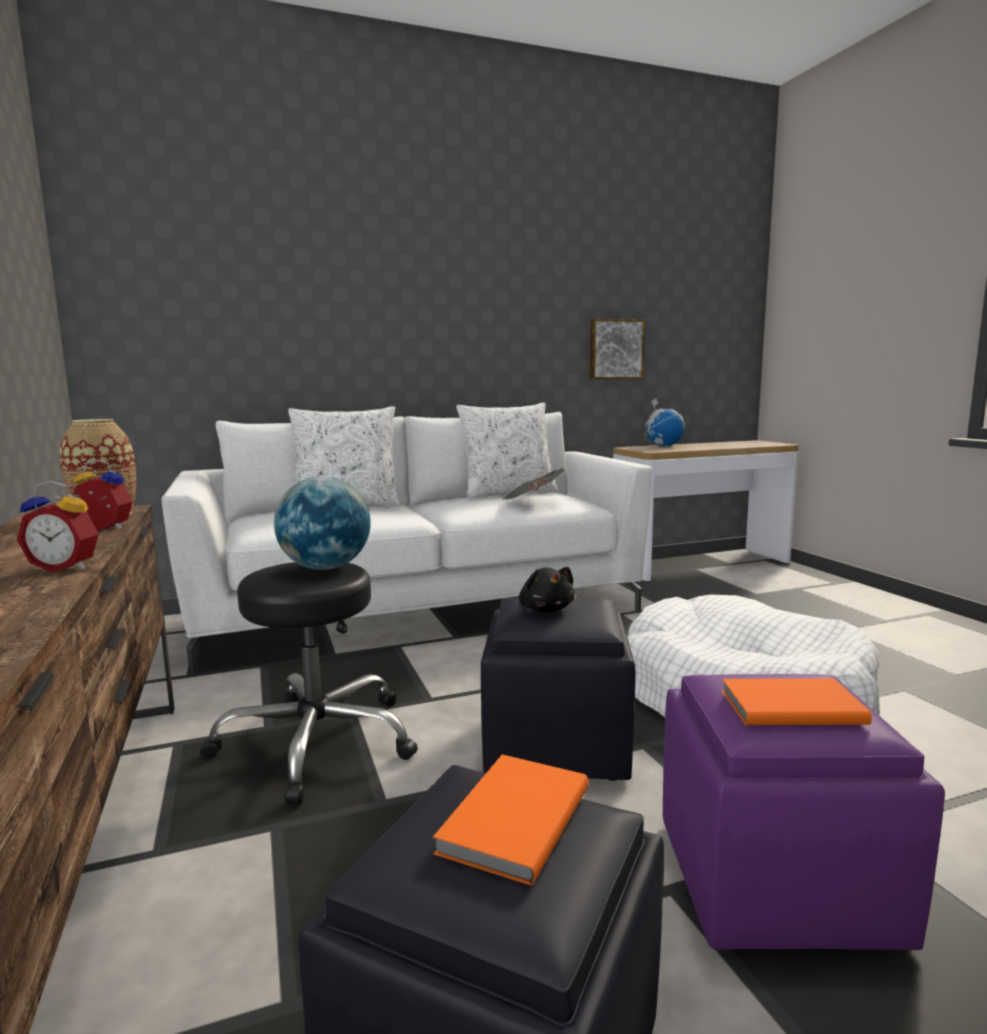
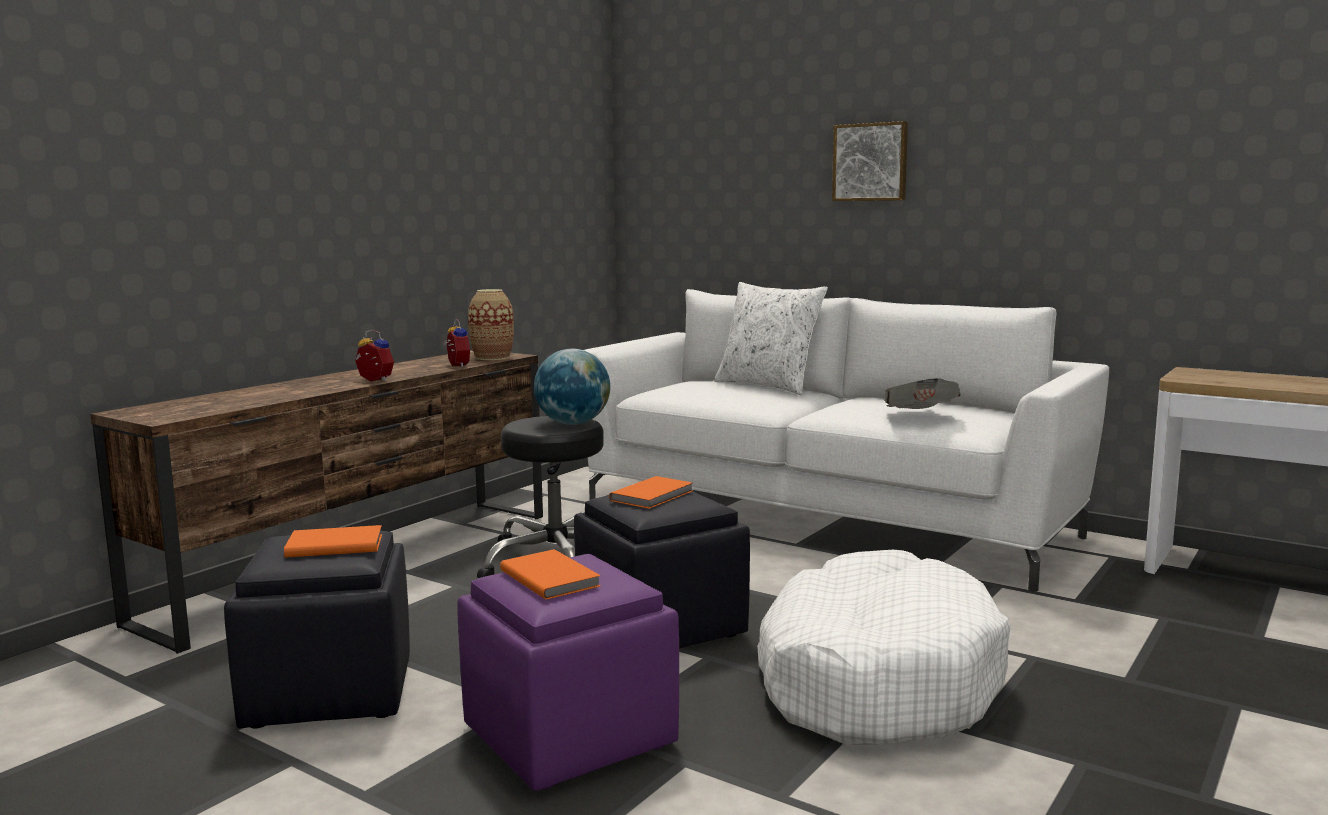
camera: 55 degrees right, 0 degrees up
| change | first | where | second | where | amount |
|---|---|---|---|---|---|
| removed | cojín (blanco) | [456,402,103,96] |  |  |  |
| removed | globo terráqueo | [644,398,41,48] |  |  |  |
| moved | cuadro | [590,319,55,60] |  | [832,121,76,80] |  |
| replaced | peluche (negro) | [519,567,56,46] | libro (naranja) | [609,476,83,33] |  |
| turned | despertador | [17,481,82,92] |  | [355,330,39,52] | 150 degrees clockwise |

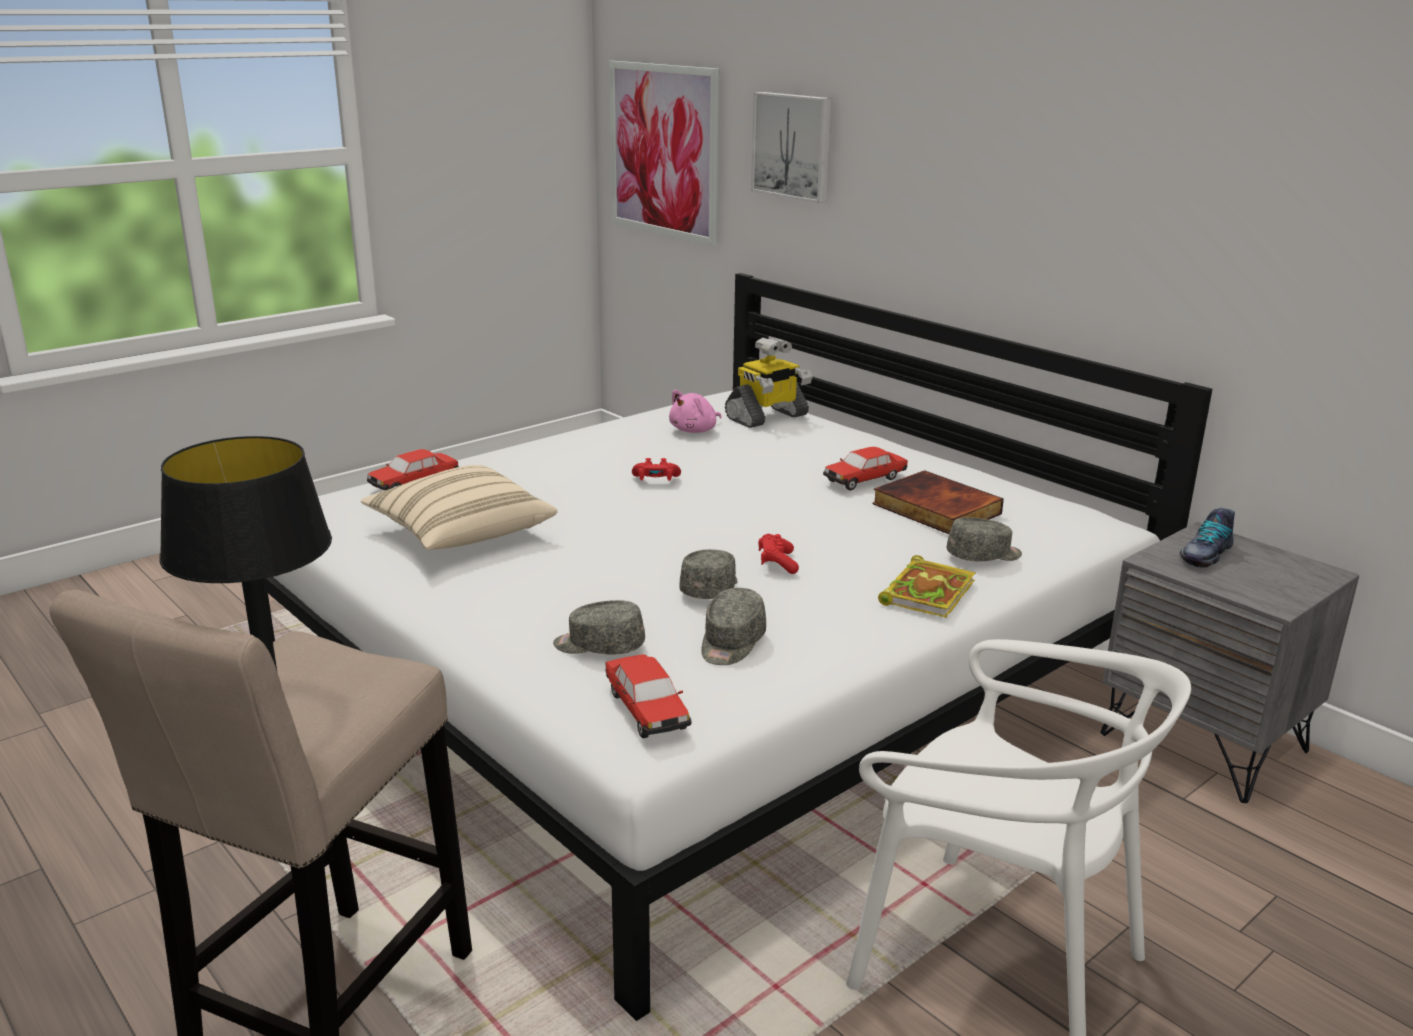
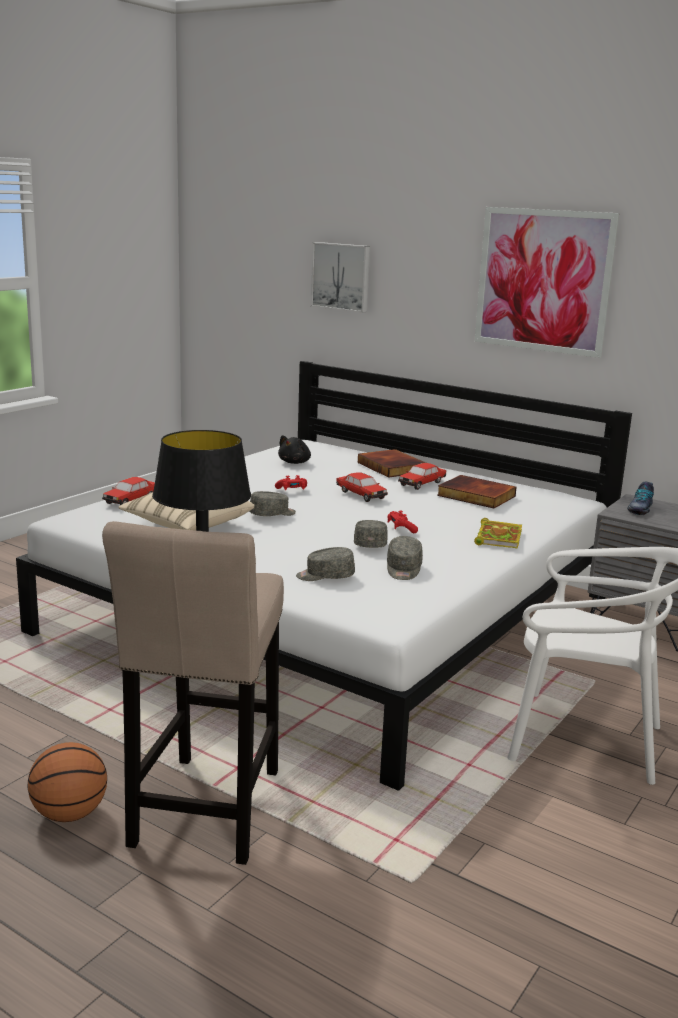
camera: 15 degrees left, 5 degrees down
| change | first | where | second | where | amount |
|---|---|---|---|---|---|
| removed | robot de juguete | [725,336,87,92] |  |  |  |
| added |  |  | balón de baloncesto | [27,742,80,80] |  |
| added |  |  | libro | [358,449,68,29] |  |
| moved | coche de juguete | [605,654,86,84] |  | [336,472,52,30] |  |
| moved | cuadro | [609,61,110,185] |  | [475,207,144,151] |  |
| moved | gorra (gris) | [946,517,76,45] |  | [249,491,47,25] |  |
| recoloured | peluche (rosa) | [669,390,52,43] | peluche (negro) | [278,435,33,29] |  |

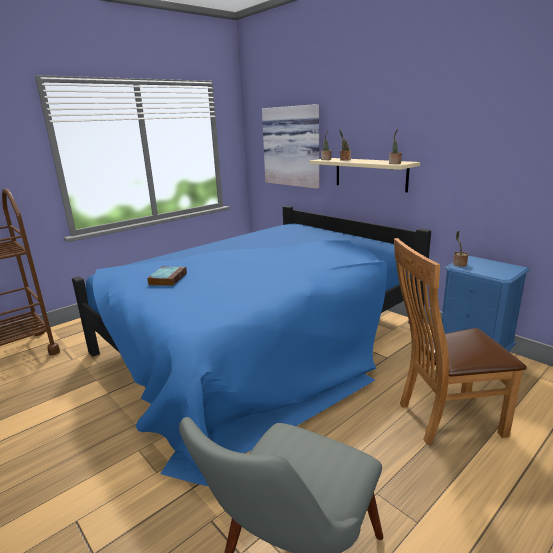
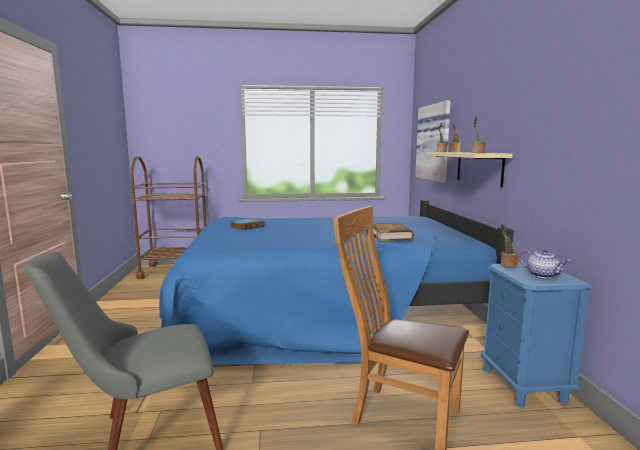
camera: 35 degrees right, 10 degrees down
| change | first | where | second | where | amount |
|---|---|---|---|---|---|
| added |  |  | libro | [373,223,41,18] |  |
| added |  |  | tetera | [520,249,50,29] |  |

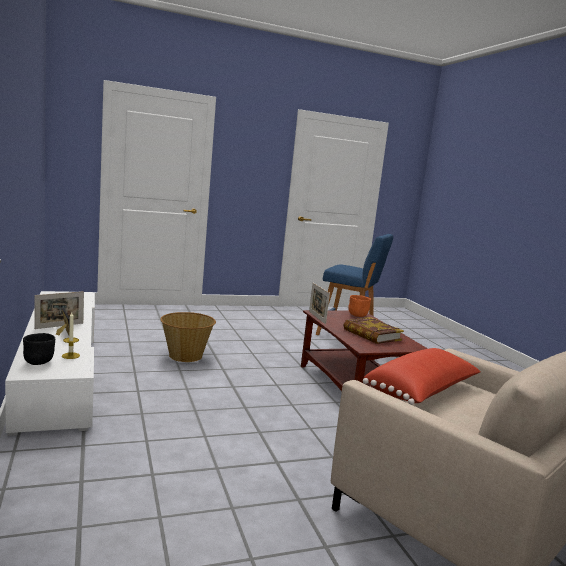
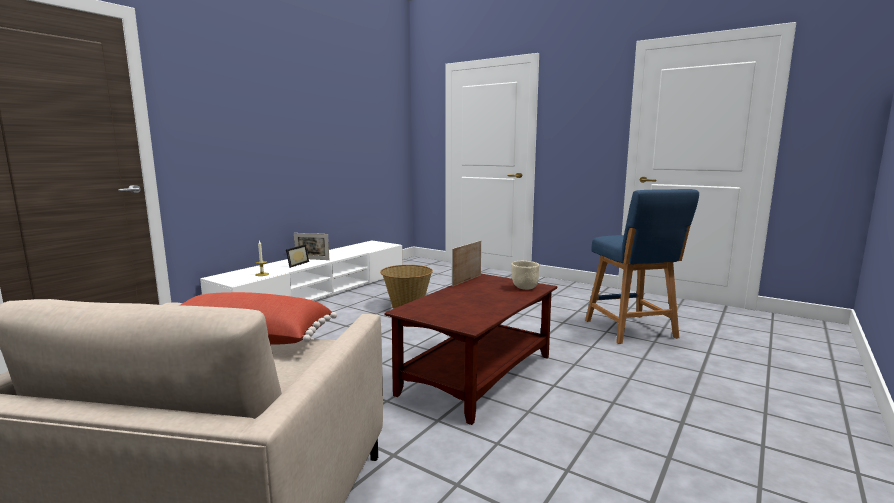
camera: 55 degrees right, 0 degrees up
| change | first | where | second | where | amount |
|---|---|---|---|---|---|
| removed | cuenco (negro) | [23,333,32,32] |  |  |  |
| removed | libro | [344,317,60,27] |  |  |  |
| recoloured | cuenco (naranja) | [348,295,23,22] | cuenco (beis) | [511,261,28,29] |  |

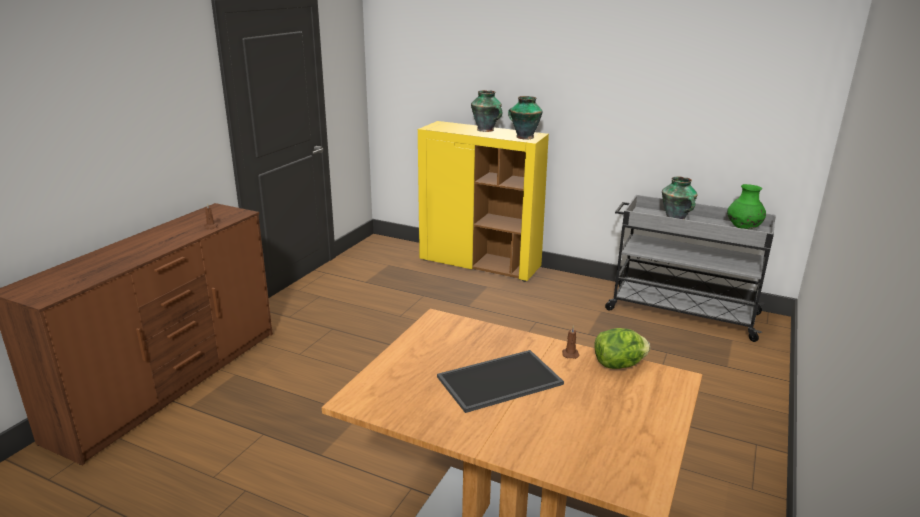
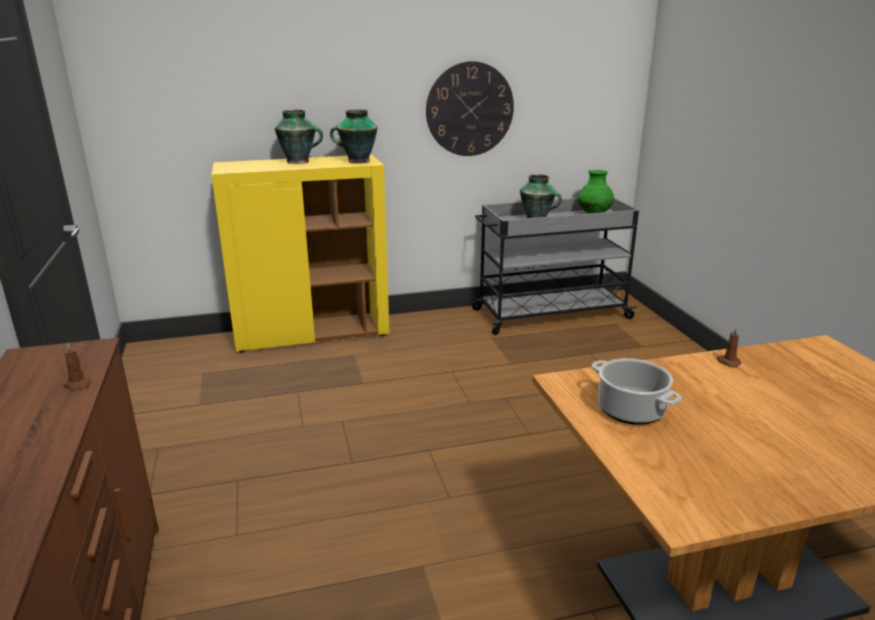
camera: 40 degrees left, 0 degrees up
| change | first | where | second | where | amount |
|---|---|---|---|---|---|
| removed | bandeja | [437,350,127,63] |  |  |  |
| removed | lechuga | [595,328,55,41] |  |  |  |
| added |  |  | reloj de pared | [426,61,88,95] |  |
| added |  |  | olla | [592,358,90,67] |  |

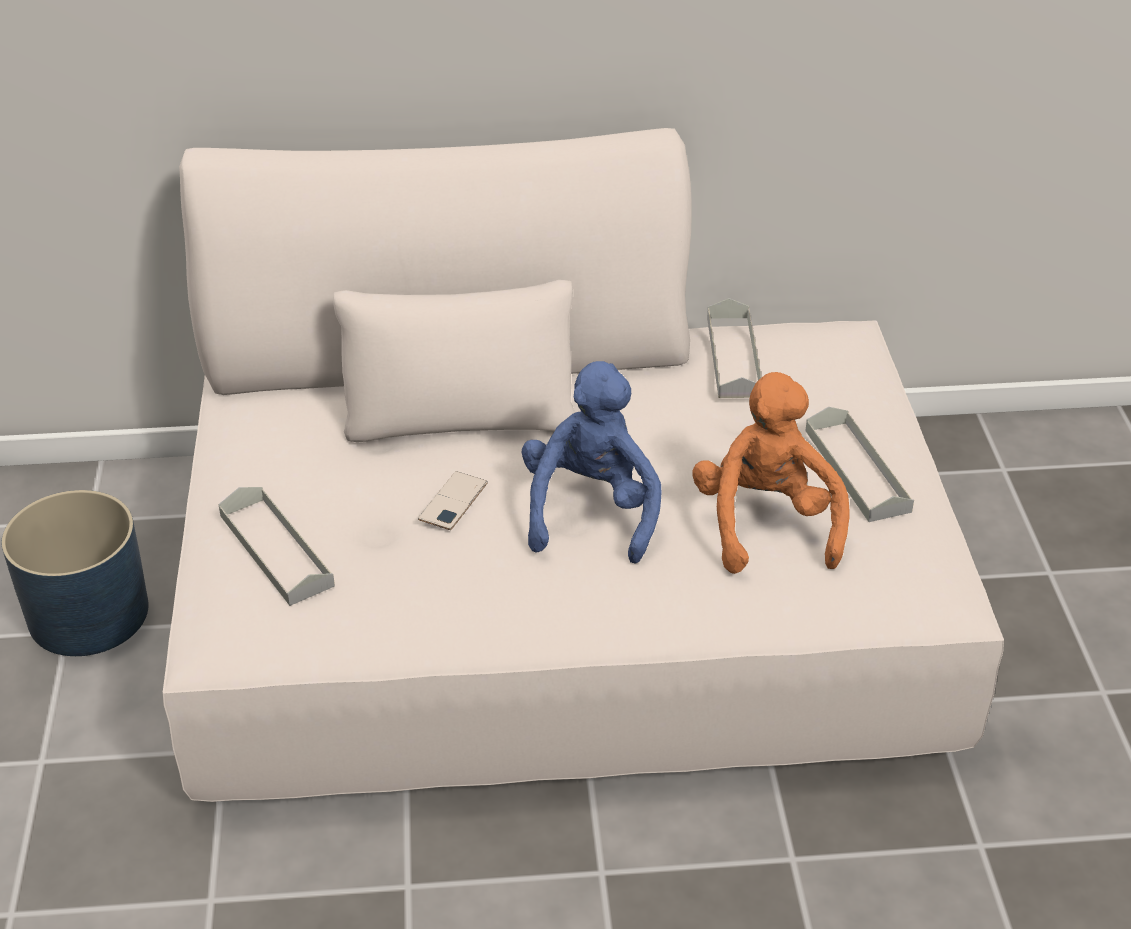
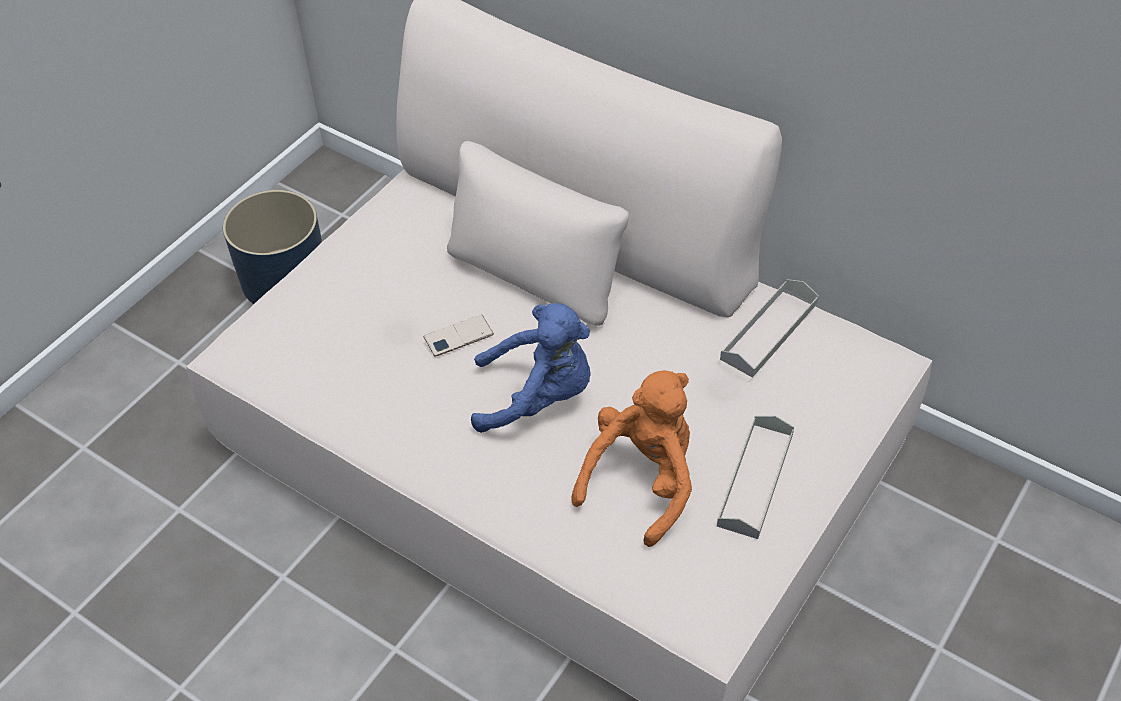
camera: 40 degrees right, 10 degrees up
| change | first | where | second | where | amount |
|---|---|---|---|---|---|
| removed | bandeja (gris) | [218,487,117,119] |  |  |  |
| turned | peluche (azul) | [521,361,141,203] |  | [471,303,119,130] | 45 degrees clockwise |

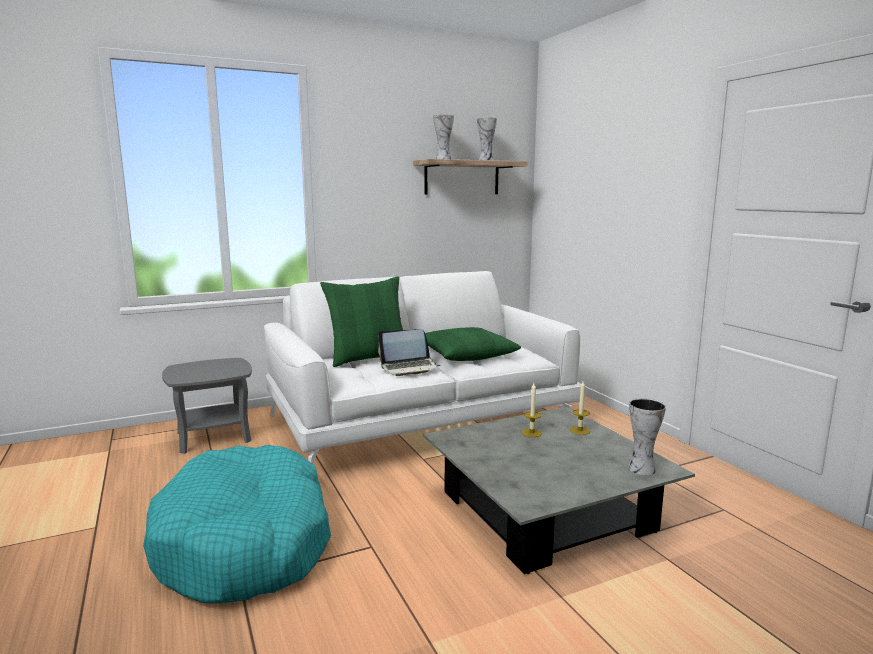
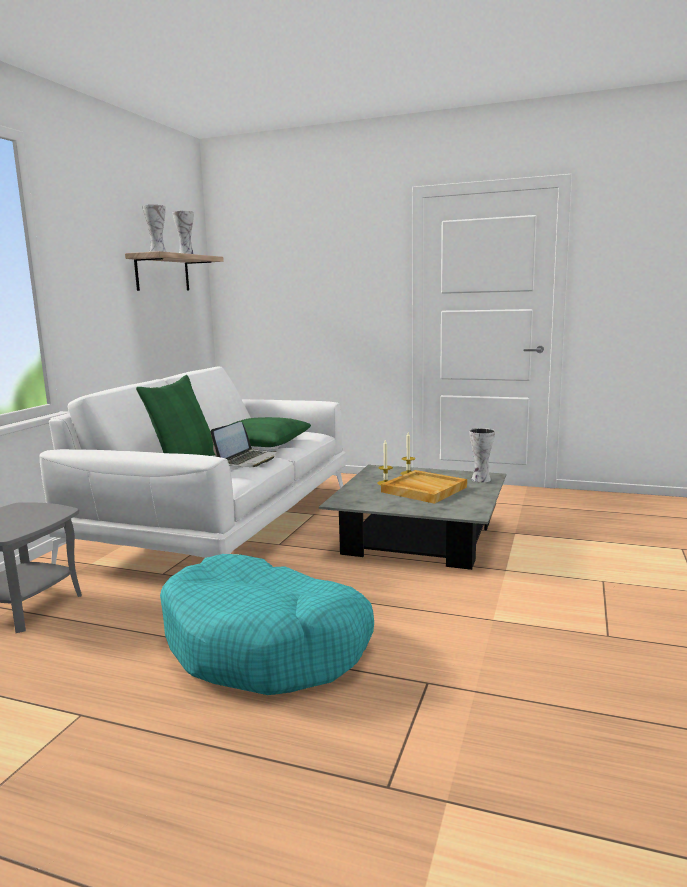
camera: 45 degrees left, 0 degrees up
| change | first | where | second | where | amount |
|---|---|---|---|---|---|
| added |  |  | bandeja (beis) | [381,470,86,34] |  |

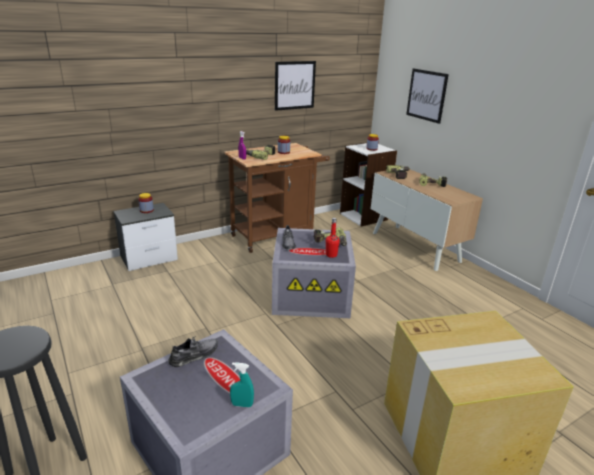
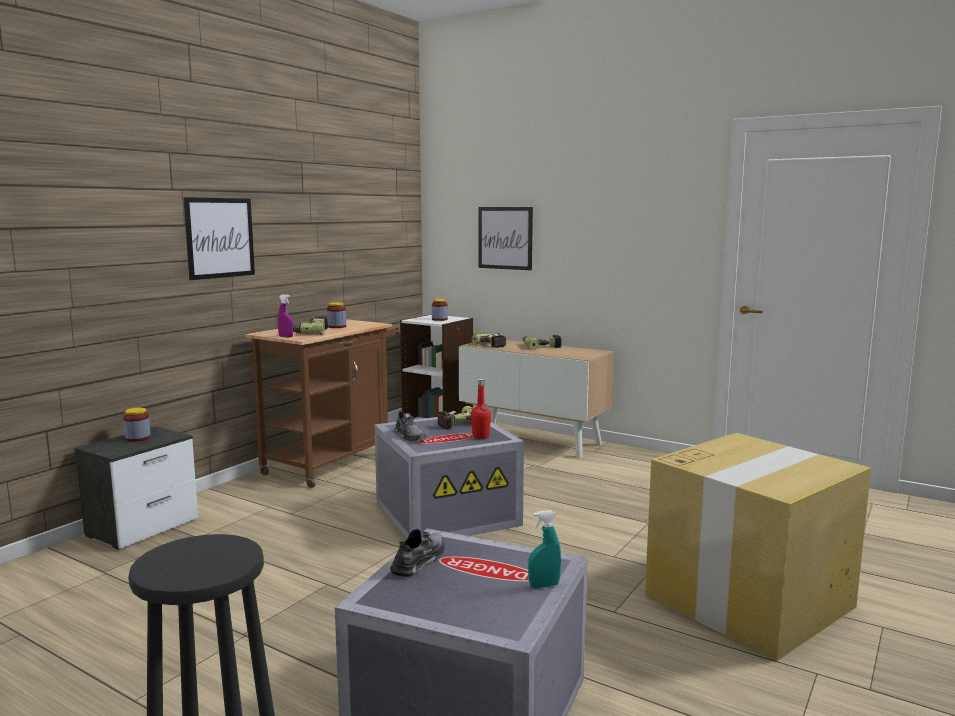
camera: 25 degrees left, 15 degrees down
| change | first | where | second | where | amount |
|---|---|---|---|---|---|
| moved | cuadro | [275,61,41,50] |  | [183,197,72,83] |  |

